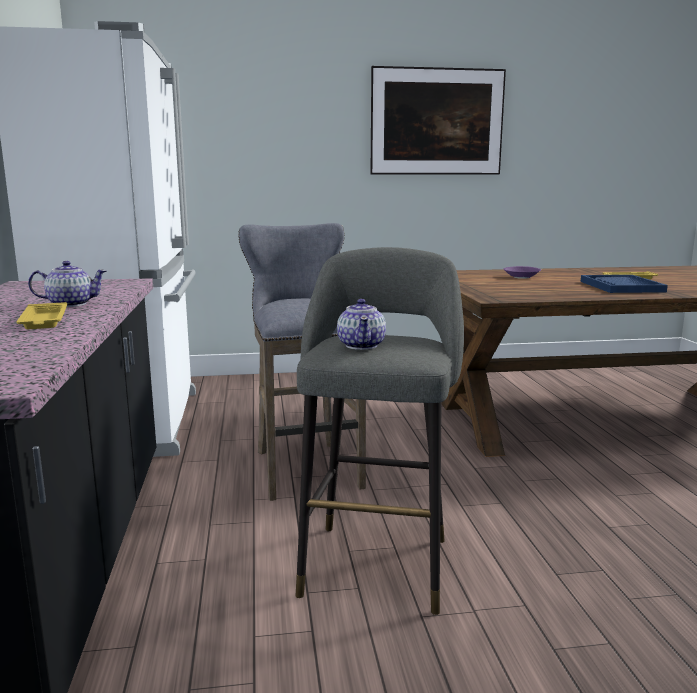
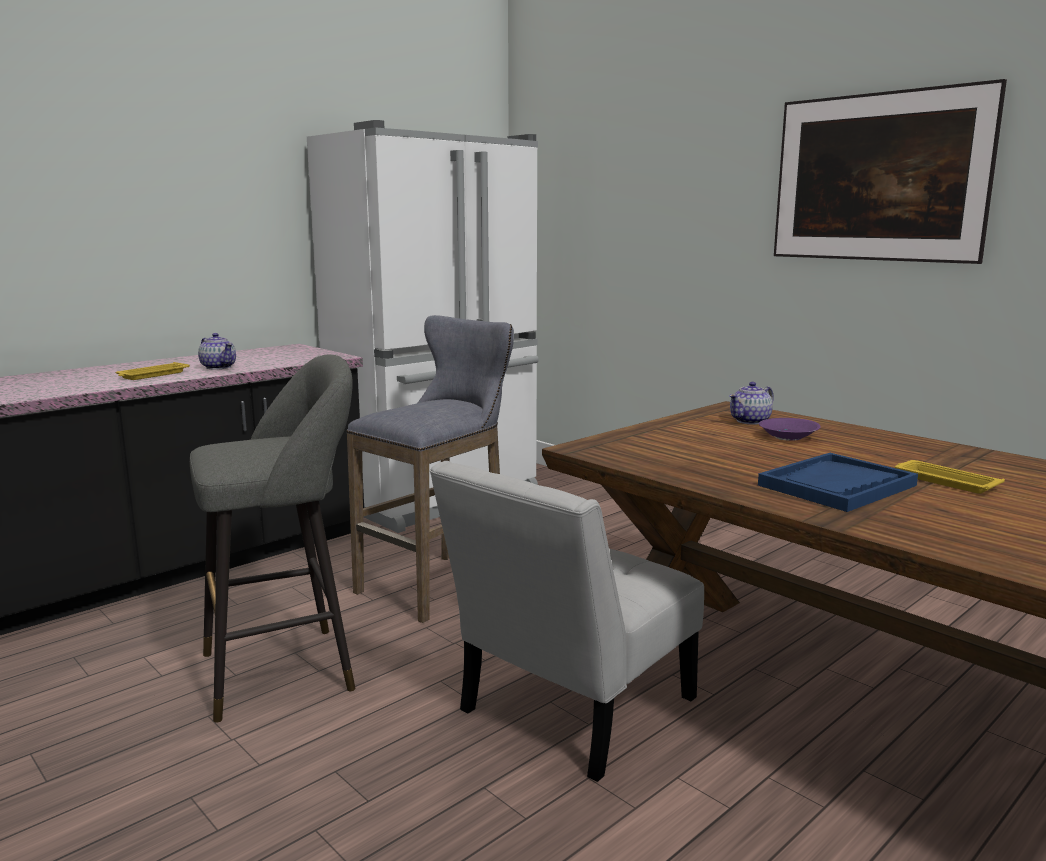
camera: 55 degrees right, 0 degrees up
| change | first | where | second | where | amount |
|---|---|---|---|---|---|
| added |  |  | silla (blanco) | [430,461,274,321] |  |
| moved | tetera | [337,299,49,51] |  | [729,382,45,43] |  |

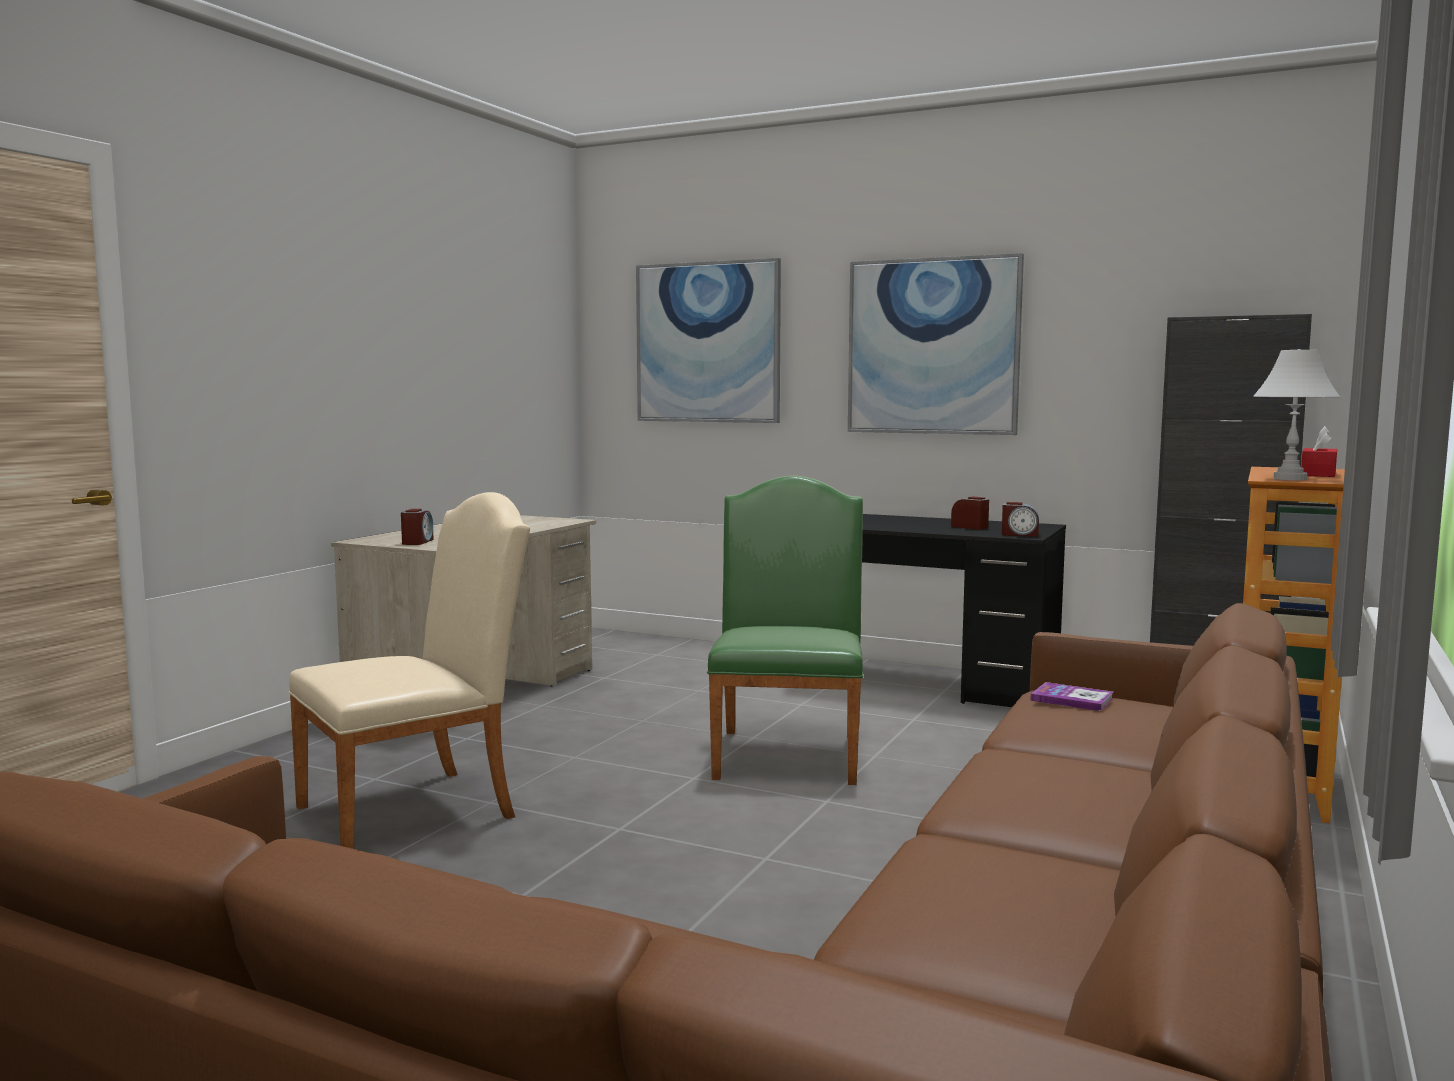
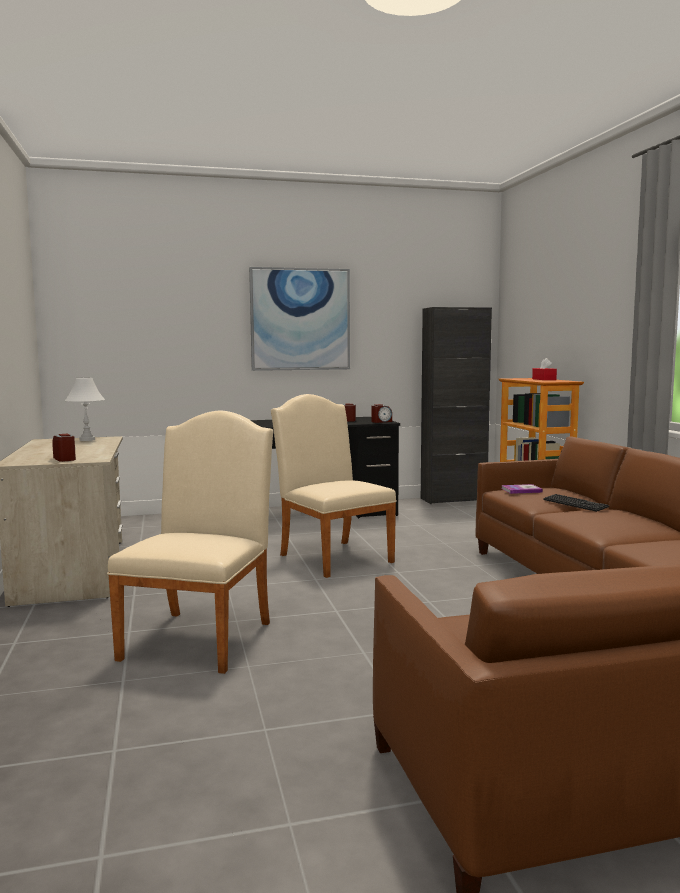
camera: 40 degrees left, 0 degrees up
| change | first | where | second | where | amount |
|---|---|---|---|---|---|
| removed | cuadro | [636,258,145,165] |  |  |  |
| added |  |  | teclado | [543,494,66,18] |  |
| moved | lámpara de mesa (blanco) | [1253,349,87,131] |  | [65,377,40,64] |  |
| recoloured | silla (verde) | [707,475,156,310] | silla (beis) | [271,394,126,184] |  |

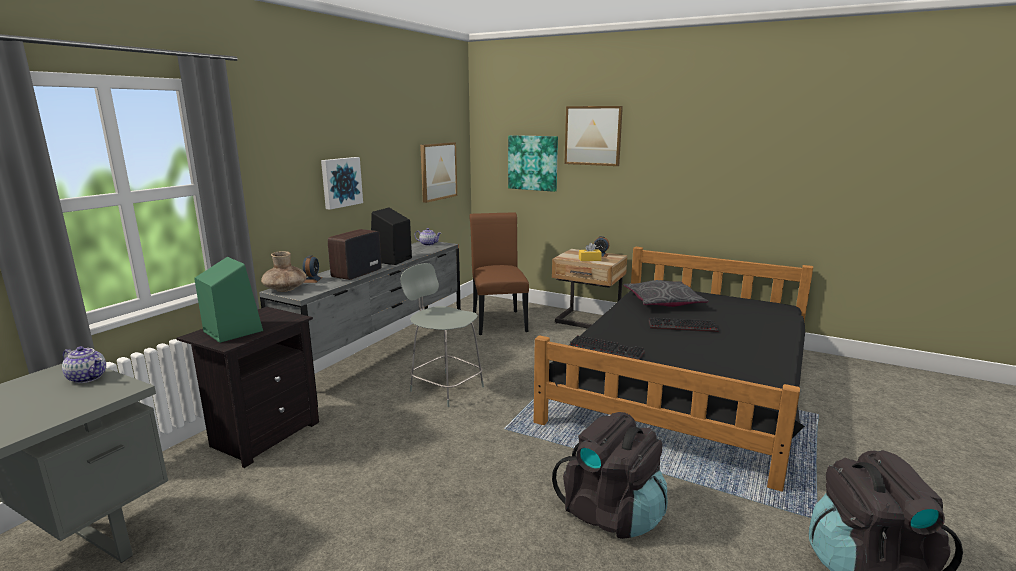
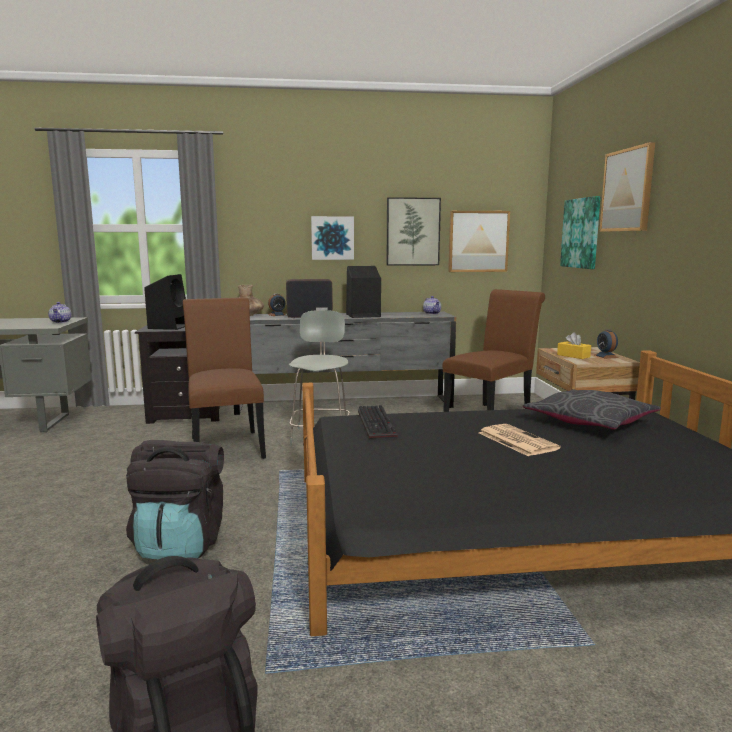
camera: 55 degrees right, 5 degrees down
| change | first | where | second | where | amount |
|---|---|---|---|---|---|
| added |  |  | silla (marrón) | [183,297,83,162] |  |
| added |  |  | cuadro | [386,197,55,69] |  |
| replaced | teclado | [648,318,71,14] | periódico | [479,424,82,32] |  |
| recoloured | altavoz (verde) | [194,257,69,86] | altavoz (negro) | [144,274,42,56] |  |

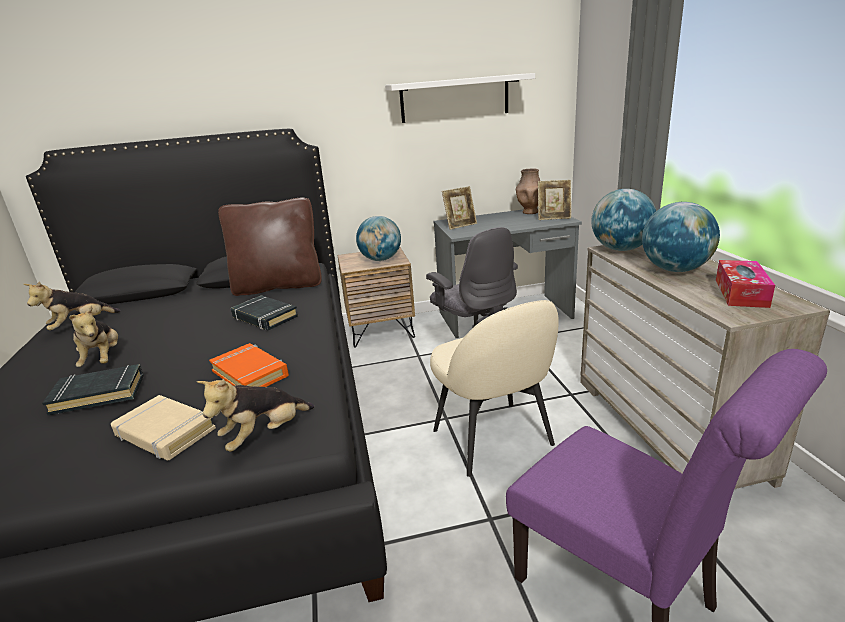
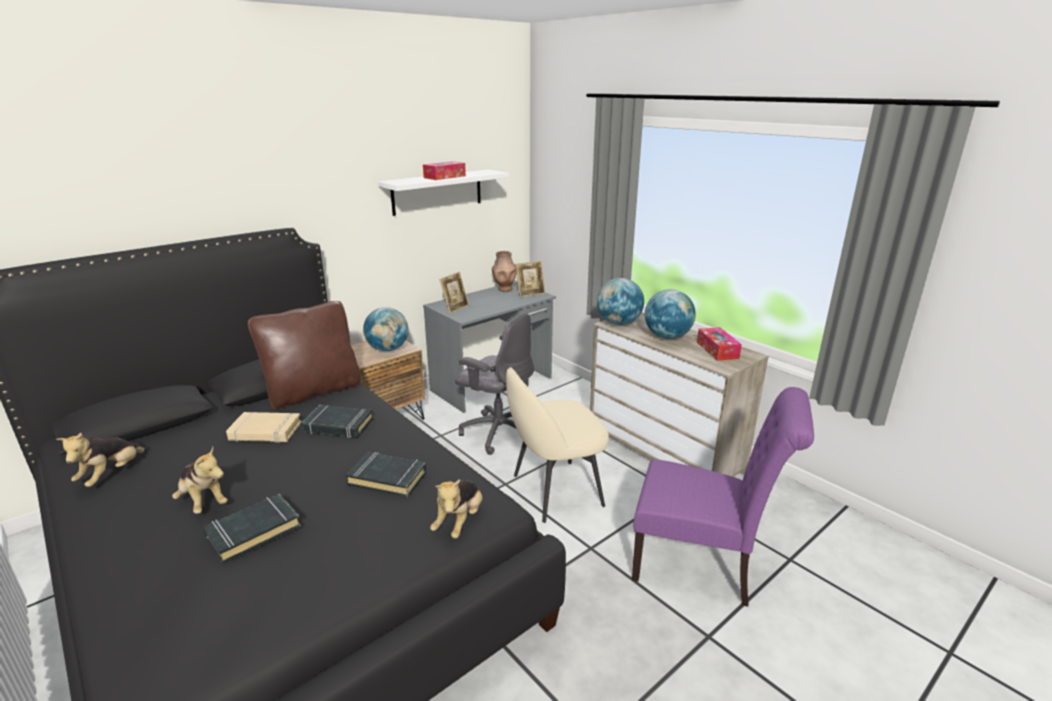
camera: 30 degrees left, 0 degrees up
| change | first | where | second | where | amount |
|---|---|---|---|---|---|
| added |  |  | caja de pañuelos | [423,161,43,19] |  |
| moved | libro (beis) | [111,395,105,65] |  | [226,412,75,31] |  |
| recoloured | libro (naranja) | [209,343,80,44] | libro (negro) | [346,452,81,45] |  |
| turned | silla (beis) | [430,300,129,177] |  | [506,367,103,156] | 120 degrees clockwise |

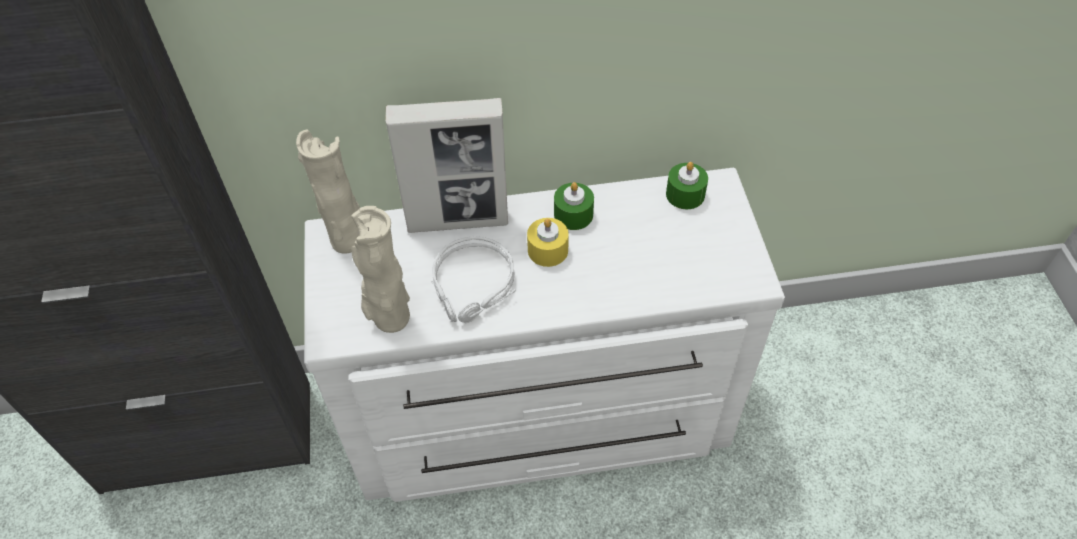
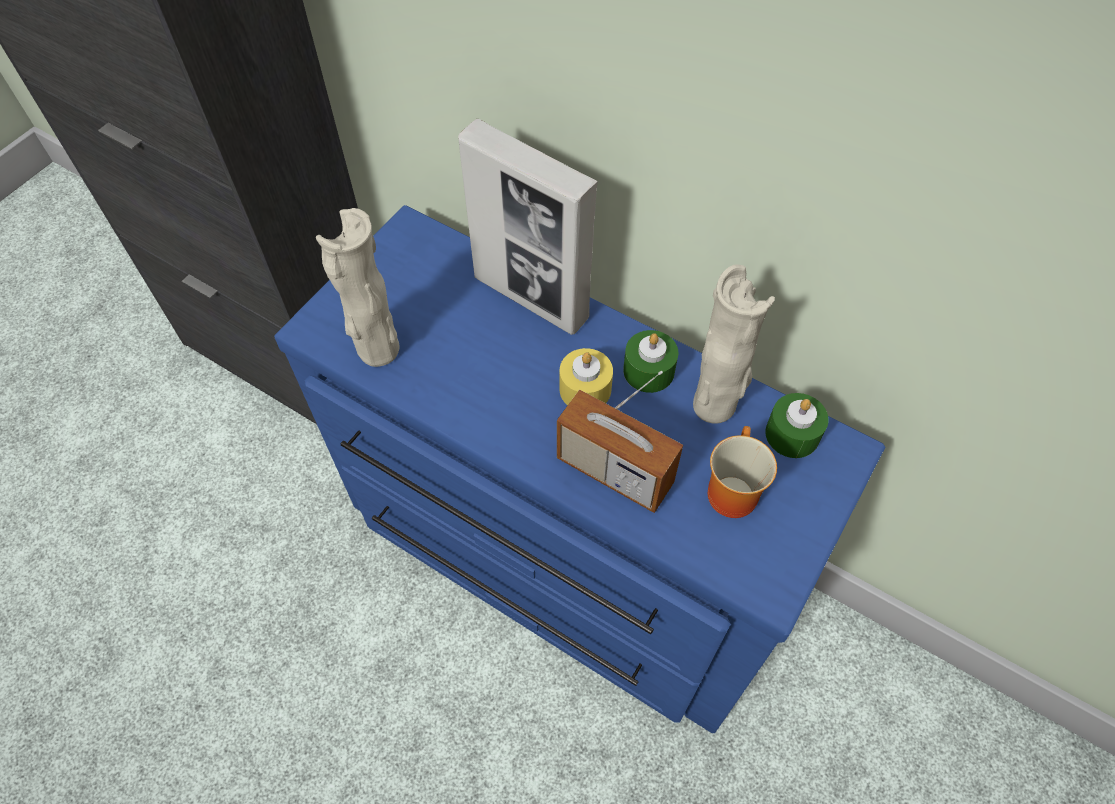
camera: 40 degrees right, 5 degrees up
| change | first | where | second | where | amount |
|---|---|---|---|---|---|
| removed | auriculares (gris) | [432,236,84,87] |  |  |  |
| added |  |  | radio | [557,371,126,142] |  |
| added |  |  | taza grande | [708,426,69,92] |  |
| moved | florero (beis) | [296,129,64,125] |  | [693,264,82,160] |  |
| recoloured | cómoda (blanco) | [304,168,481,334] | cómoda (azul) | [274,205,611,528] |  |

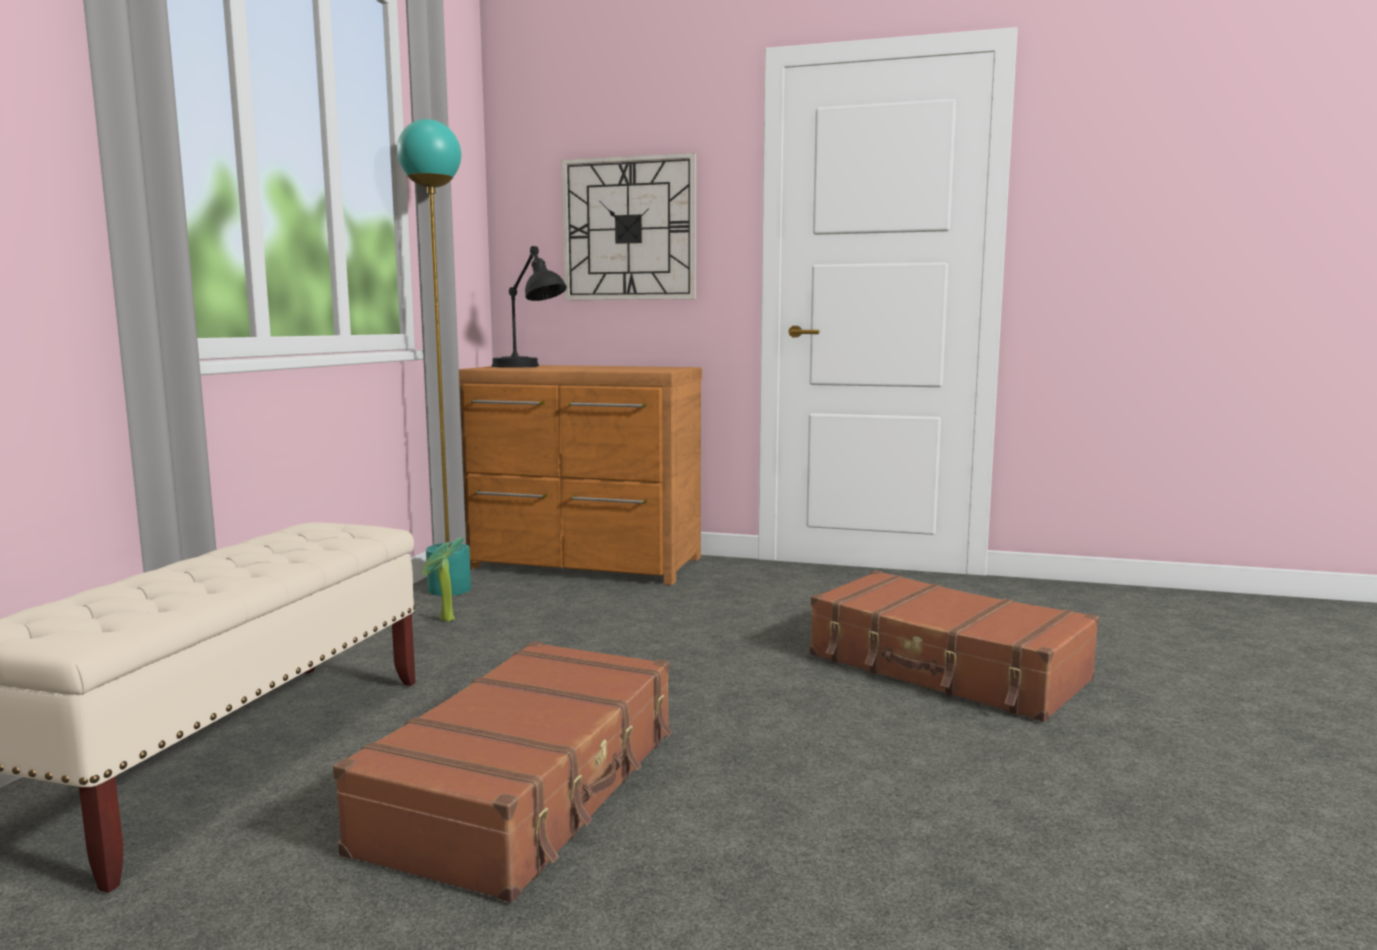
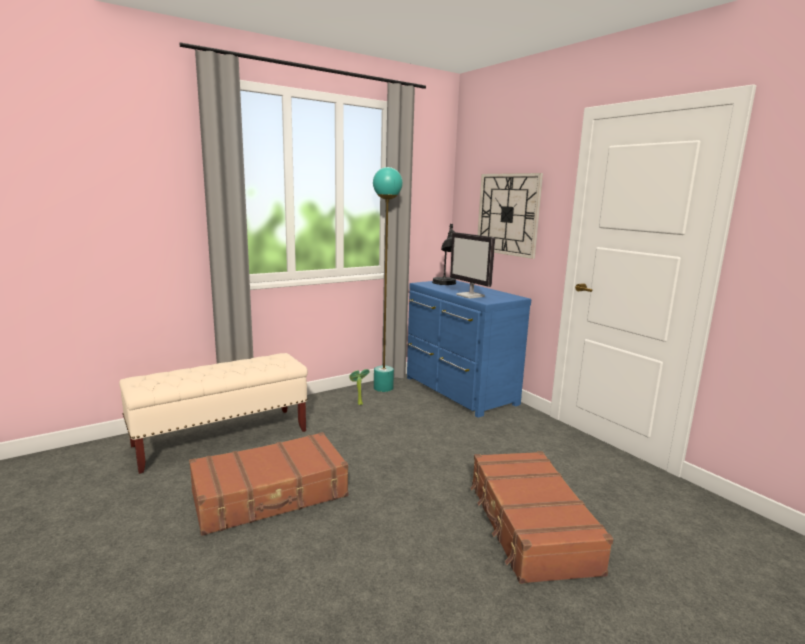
camera: 40 degrees right, 5 degrees up
| change | first | where | second | where | amount |
|---|---|---|---|---|---|
| added |  |  | monitor | [450,232,45,66] |  |
| recoloured | cómoda (marrón) | [459,365,243,220] | cómoda (azul) | [407,280,124,138] |  |

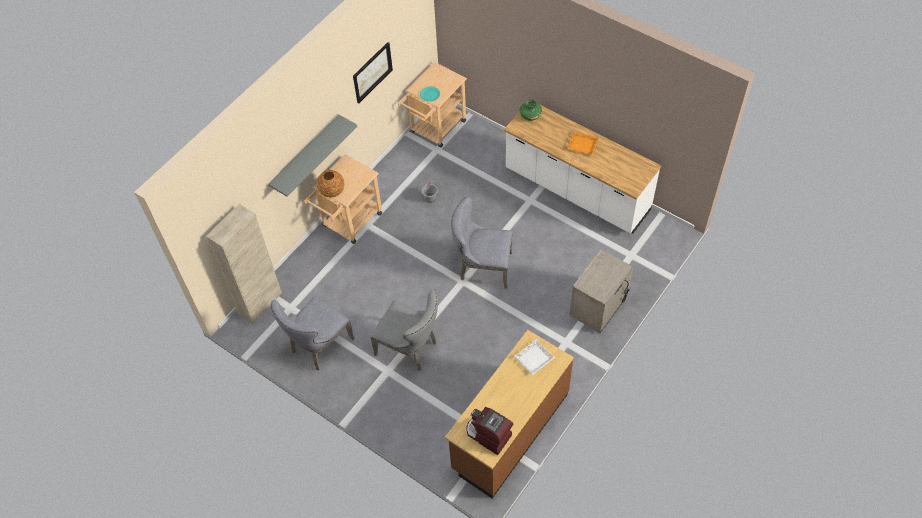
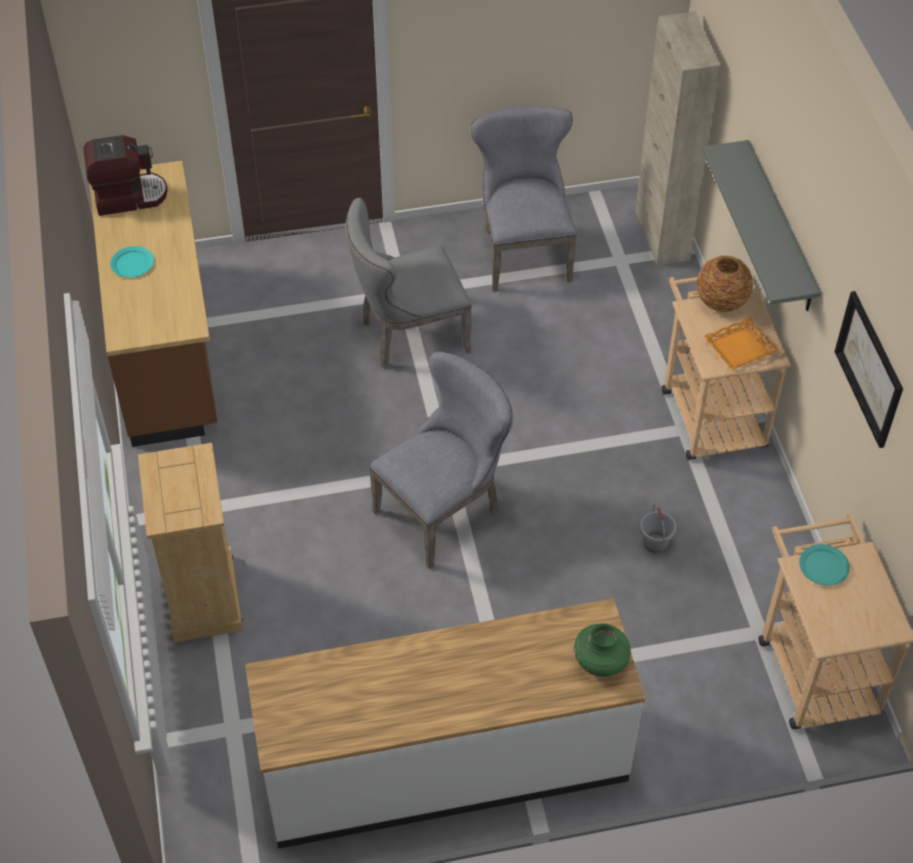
camera: 130 degrees right, 5 degrees down
| change | first | where | second | where | amount |
|---|---|---|---|---|---|
| removed | bandeja (blanco) | [514,339,41,36] |  |  |  |
| added |  |  | plato (turquesa) | [110,246,44,32] |  |
| moved | bandeja (naranja) | [567,131,32,24] |  | [704,317,75,53] |  |
| replaced | mesita de noche (beis) | [569,249,64,84] | cómoda (beis) | [138,443,105,200] |  |

